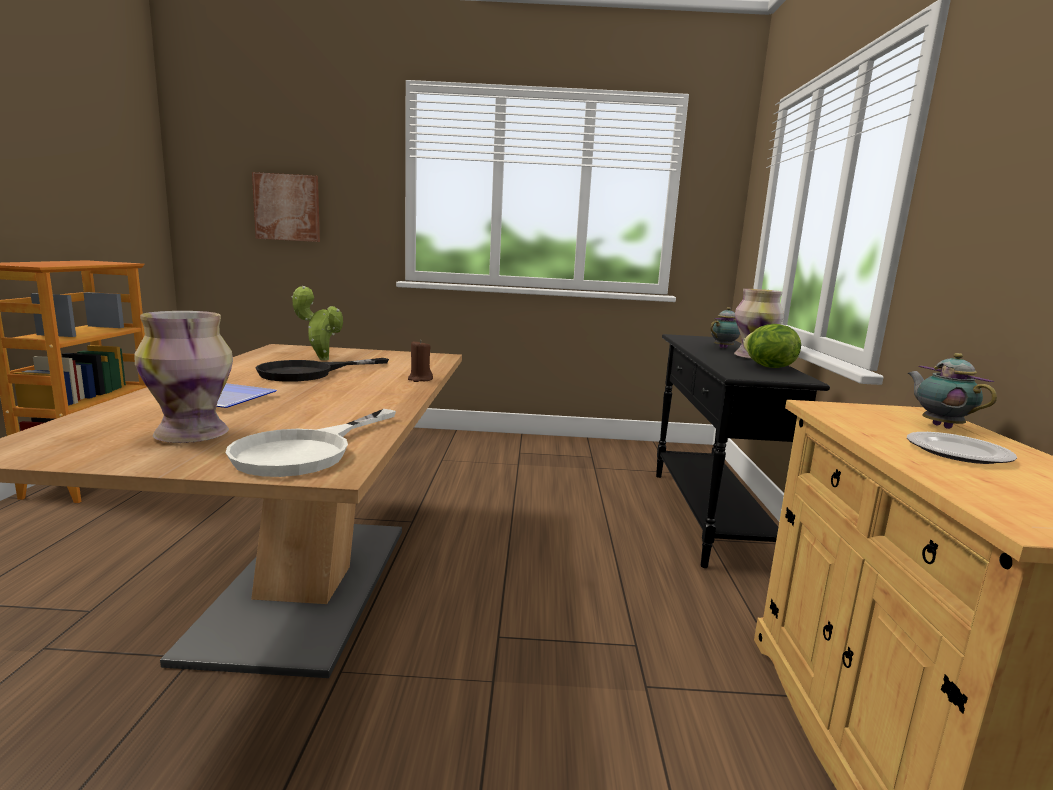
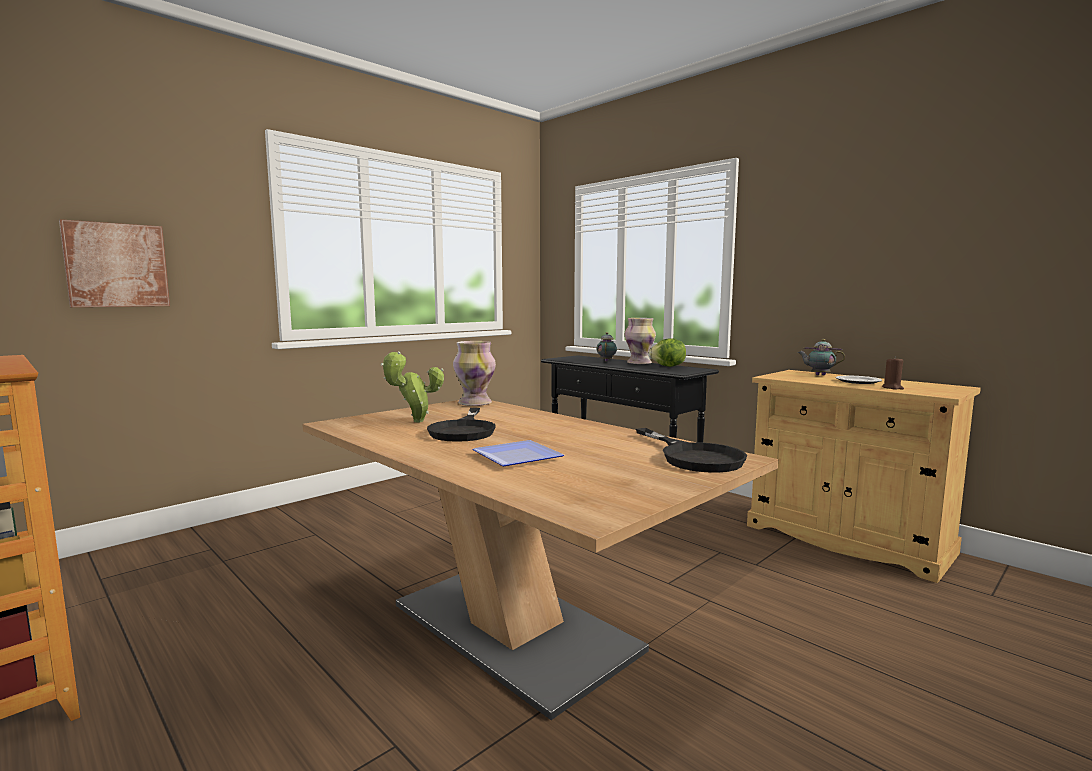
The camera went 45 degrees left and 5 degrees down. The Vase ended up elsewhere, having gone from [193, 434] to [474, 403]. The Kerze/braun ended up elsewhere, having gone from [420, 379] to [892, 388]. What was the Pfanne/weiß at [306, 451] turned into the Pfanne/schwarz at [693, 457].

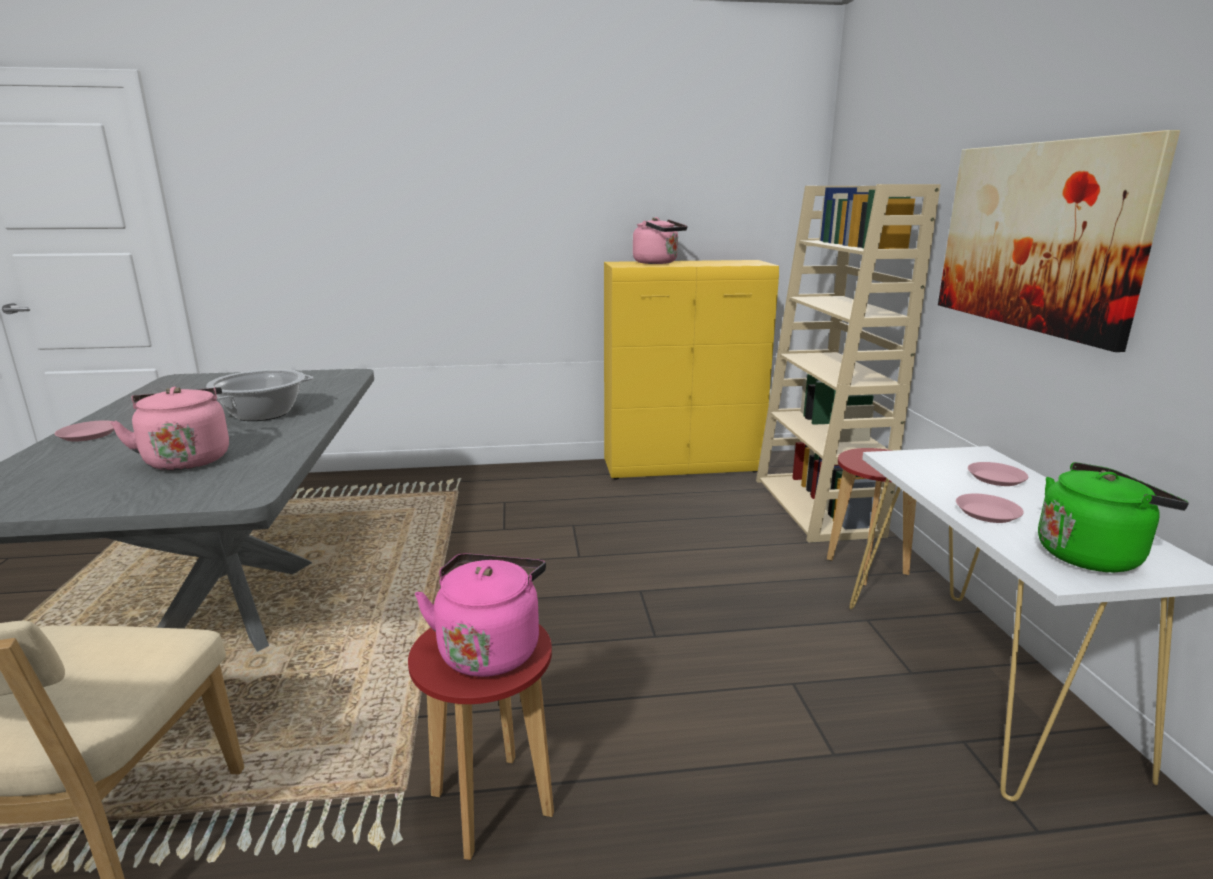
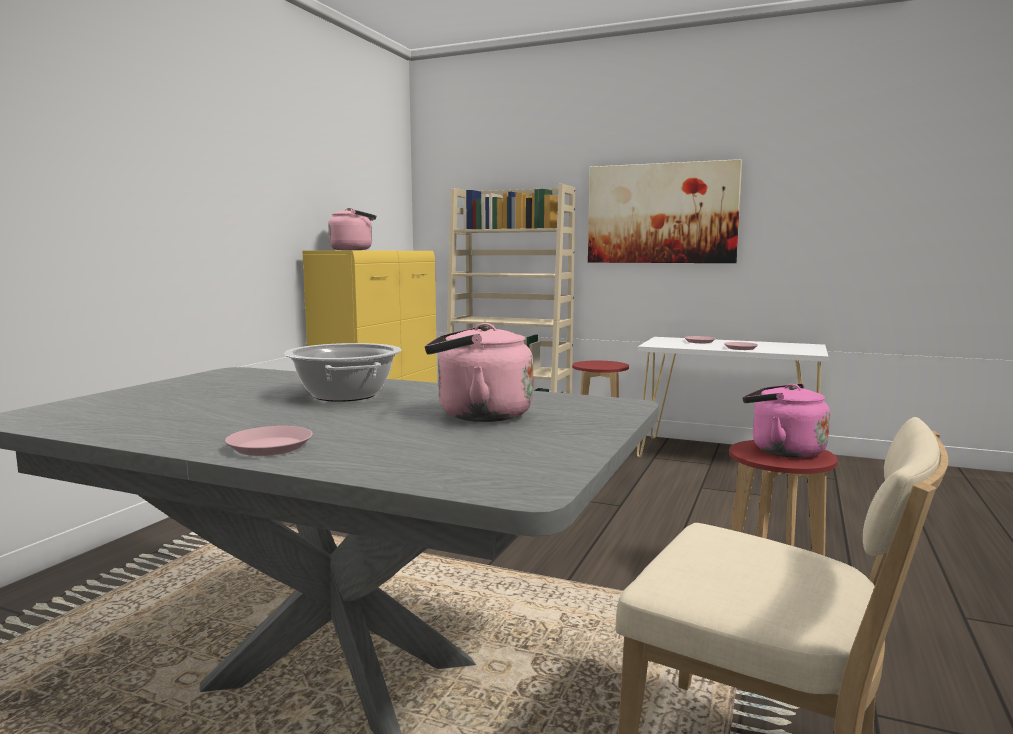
The camera went 60 degrees left and 10 degrees down. The second view lost the Wasserkessel/grün at [1092, 554].

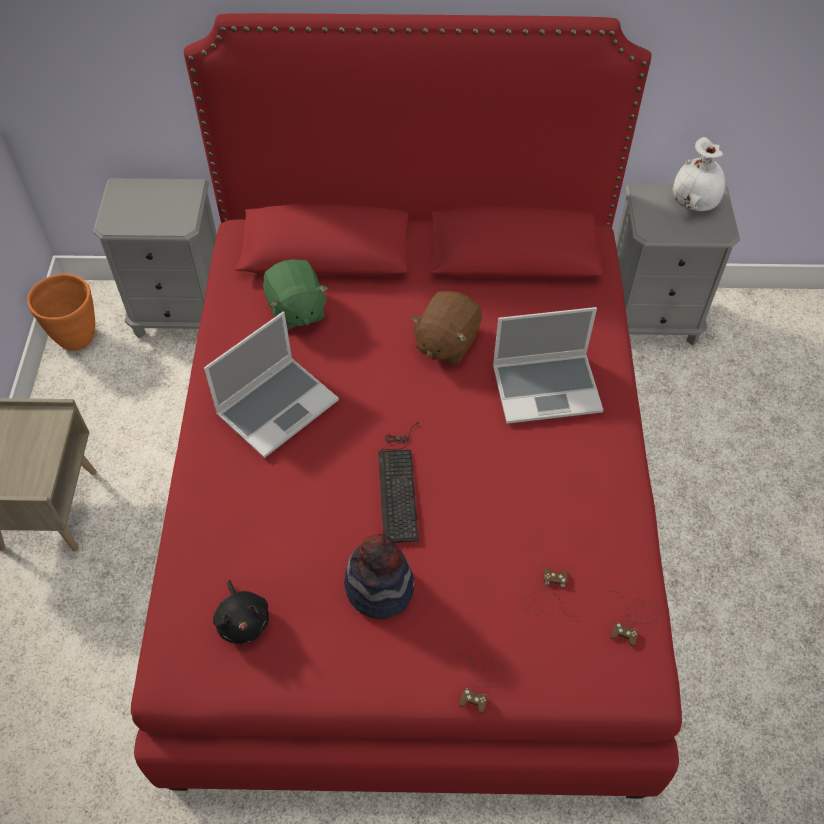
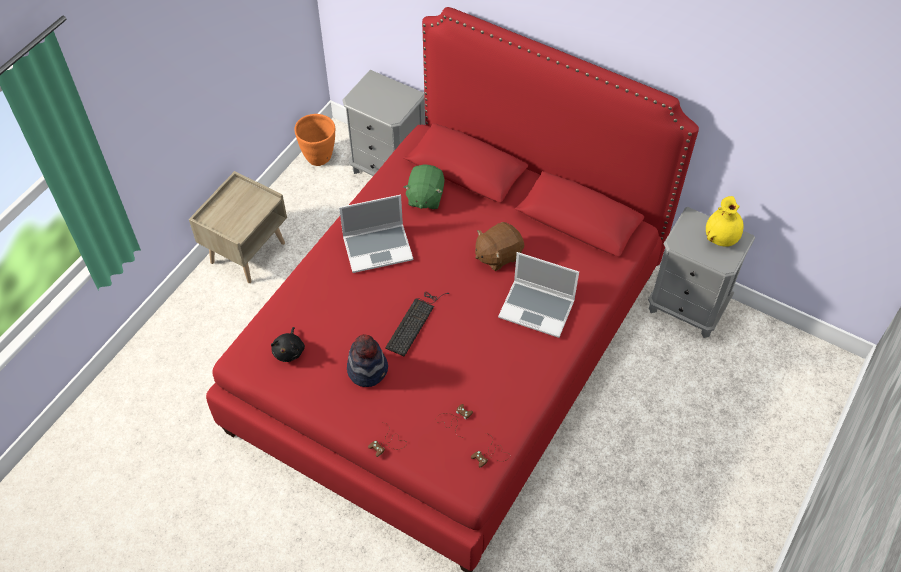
The camera went 30 degrees right and 0 degrees up. What was the Vase/weiß at [694, 203] turned into the Vase/gelb at [721, 238].

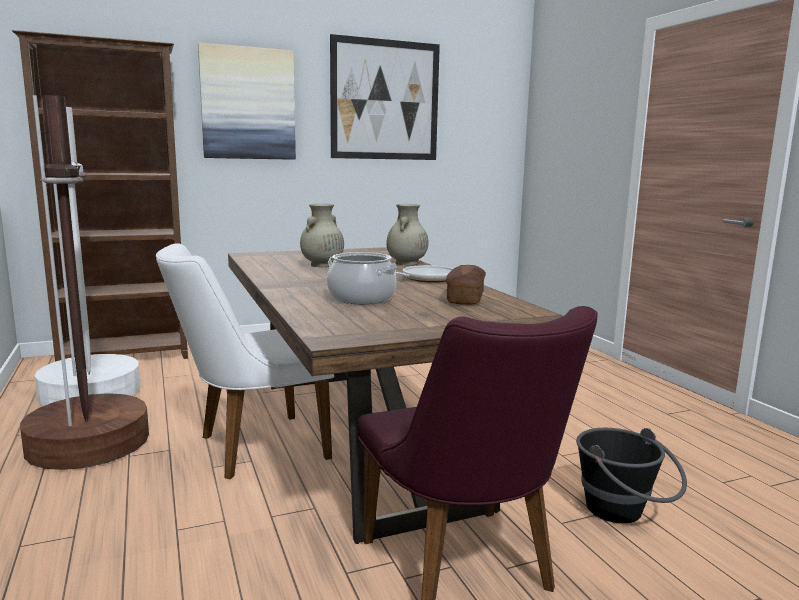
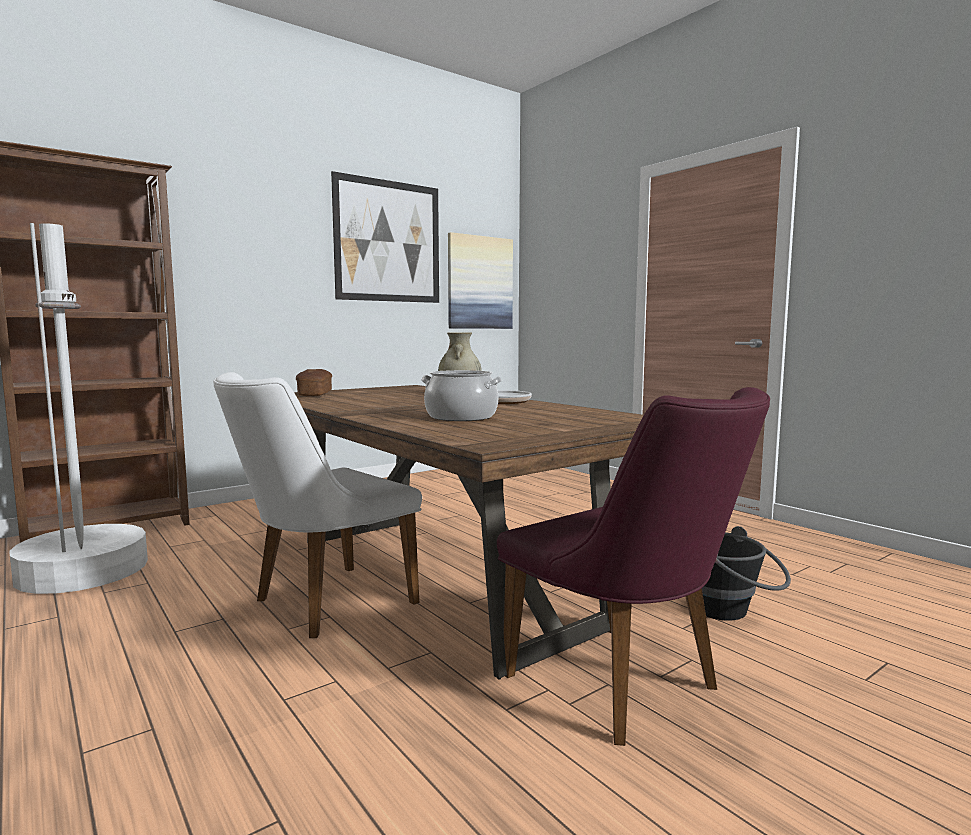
The camera went 15 degrees left and 5 degrees down. The Bild ended up elsewhere, having gone from [248, 104] to [479, 283]. The second view lost the Stehlampe/braun at [88, 443]. The second view lost the Vase/beige at [322, 265]. The Brot ended up elsewhere, having gone from [465, 298] to [315, 394].

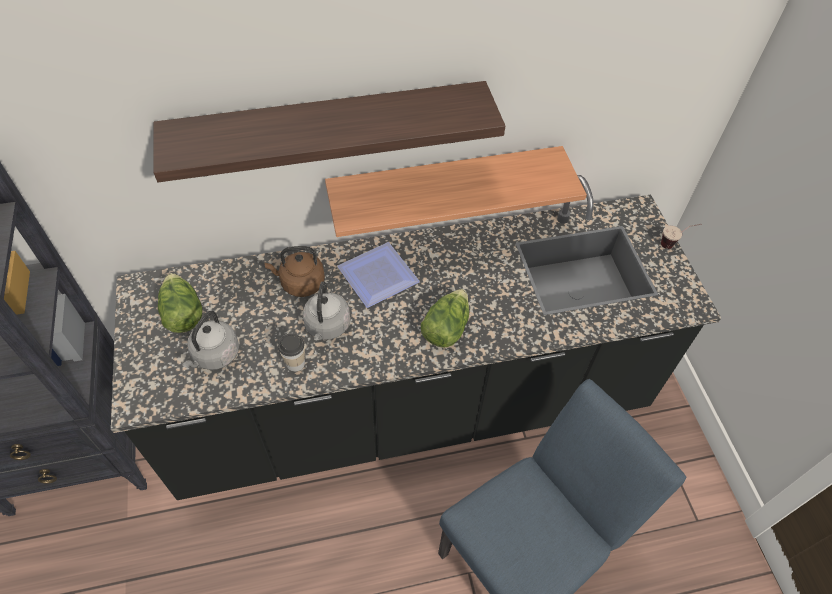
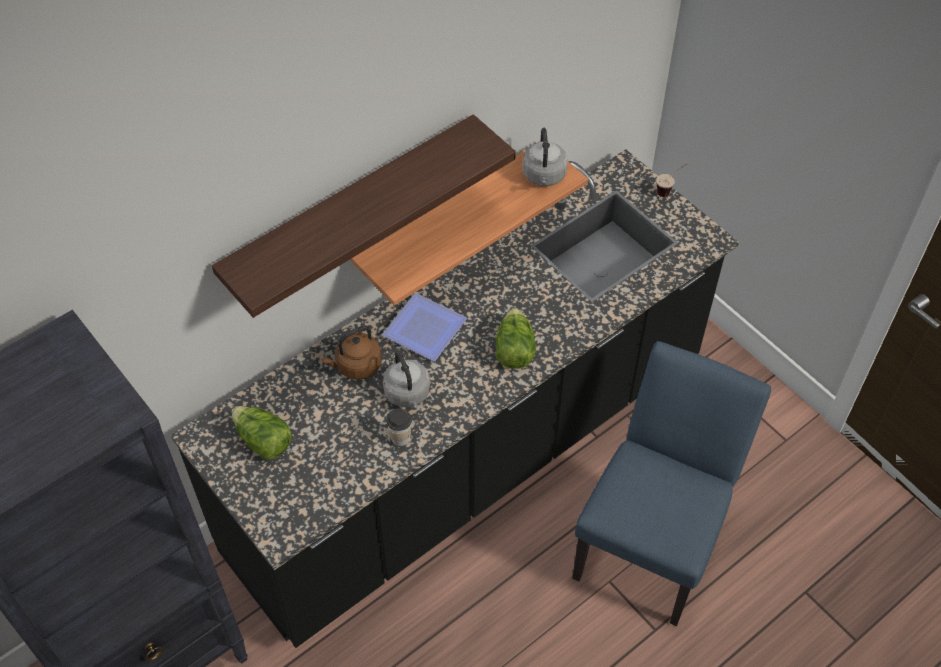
The camera went 25 degrees left and 0 degrees up. The Wasserkessel/grau ended up elsewhere, having gone from [214, 355] to [544, 176].

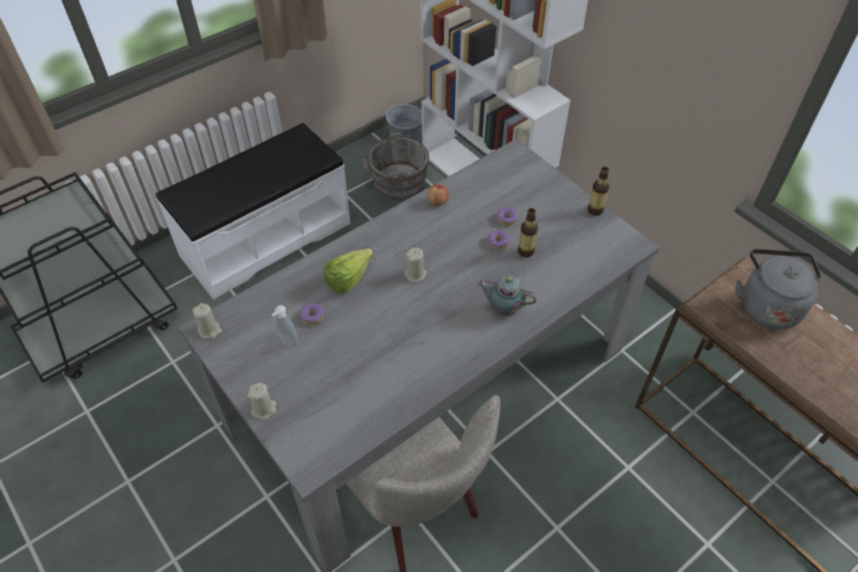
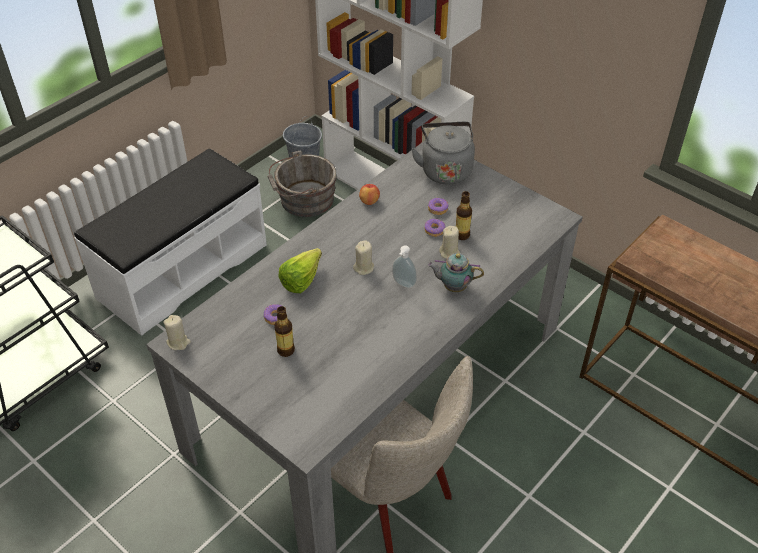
The camera went 10 degrees left and 5 degrees down. The Flasche ended up elsewhere, having gone from [595, 210] to [286, 350]. The Wasserkessel/grau ended up elsewhere, having gone from [767, 305] to [445, 170]. The Seifenspender ended up elsewhere, having gone from [287, 342] to [403, 284]. The Kerze/beige ended up elsewhere, having gone from [264, 409] to [449, 252].

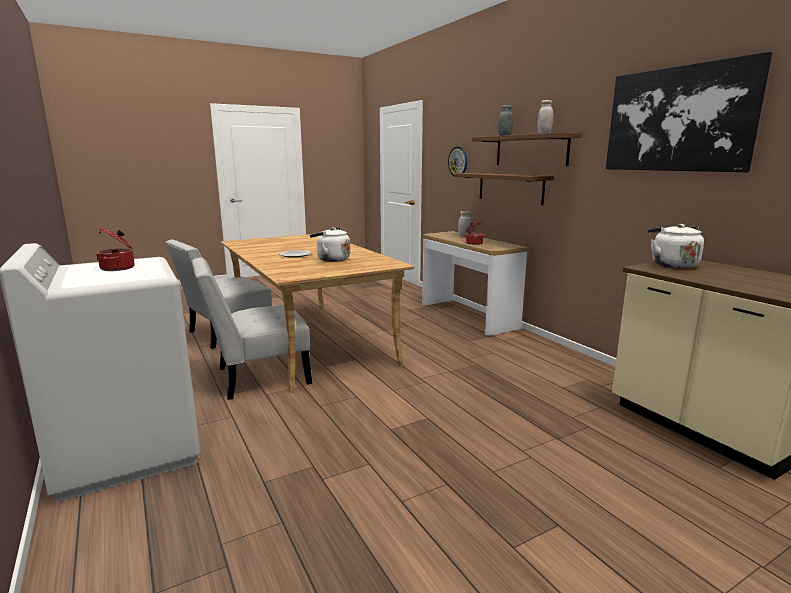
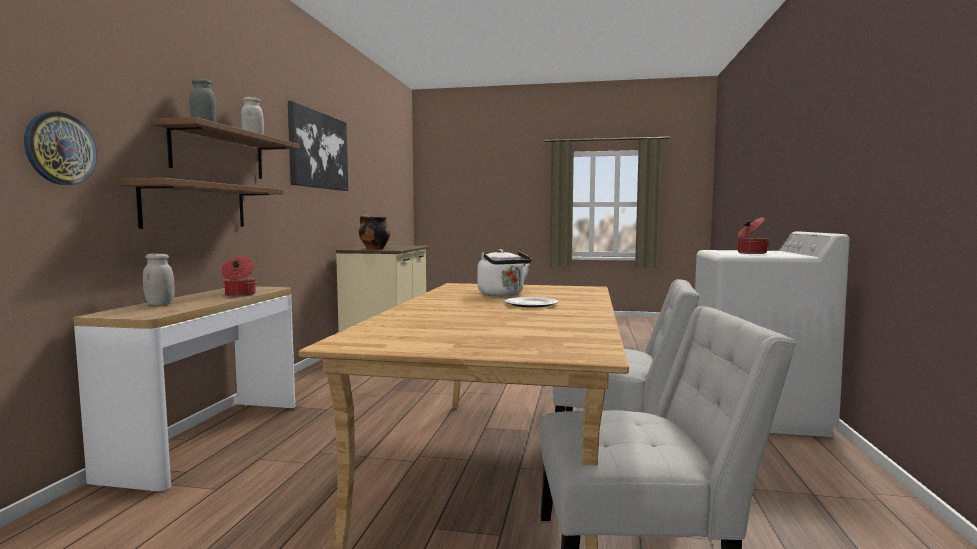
The camera went 140 degrees left and 10 degrees down. Where the Wasserkessel/weiß stood at [671, 265], the Kochtopf came to stand at [374, 249].

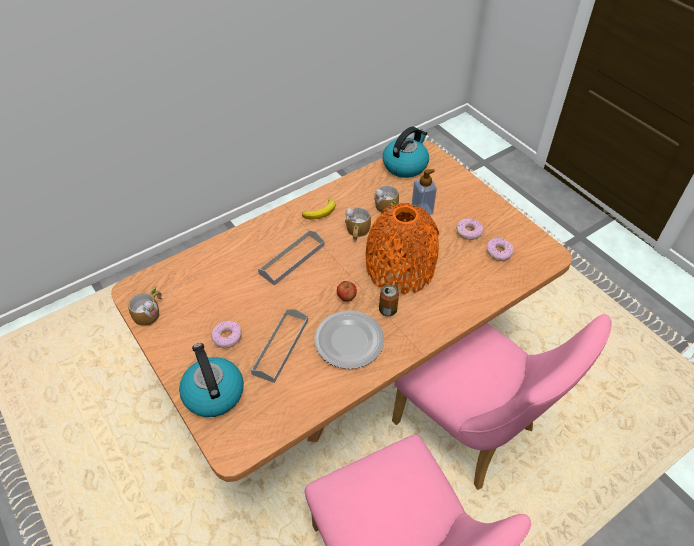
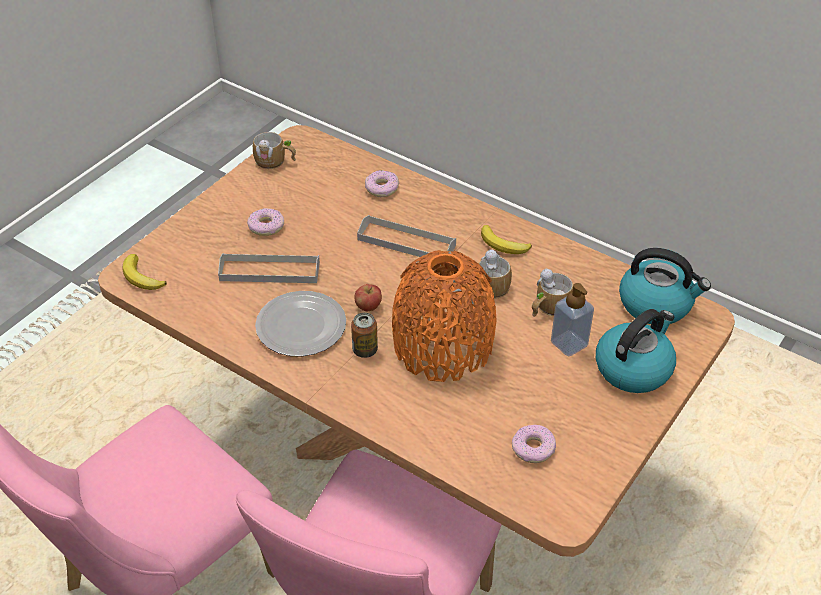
The camera went 70 degrees right and 5 degrees down. The Donut ended up elsewhere, having gone from [468, 232] to [381, 188]. The Wasserkessel ended up elsewhere, having gone from [213, 392] to [633, 368]. The second view gained the Banane at [141, 277].

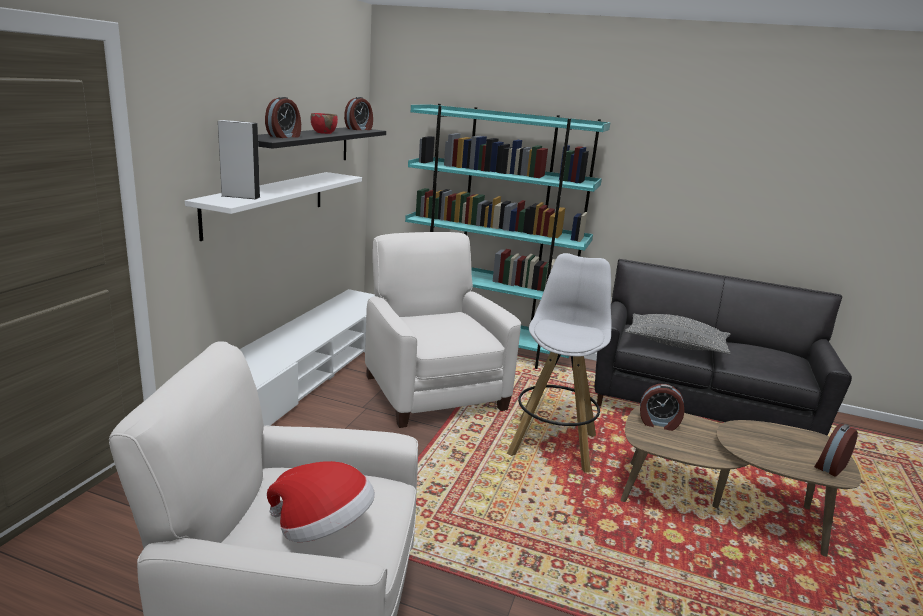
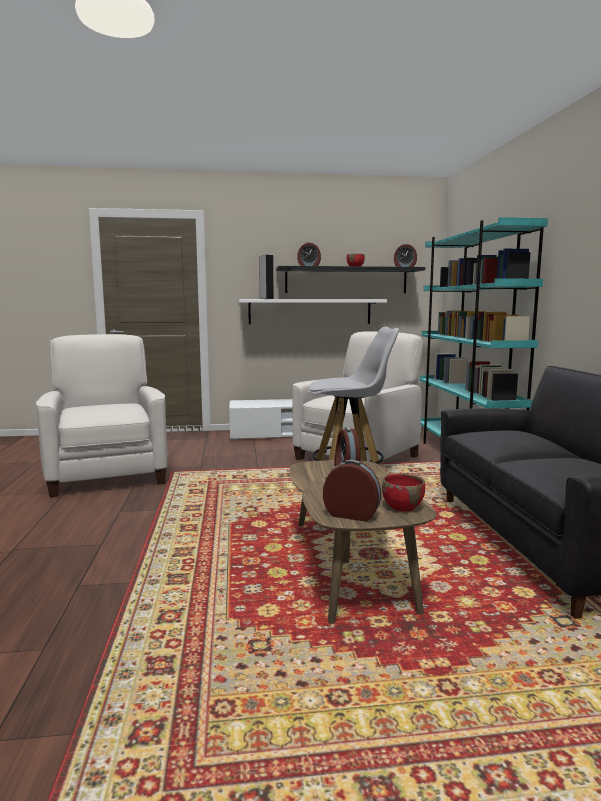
The camera went 65 degrees right and 10 degrees down. The second view lost the Kissen/grau at [675, 344]. The second view lost the Hut at [323, 528]. The second view gained the Schüssel/rot at [402, 507].

